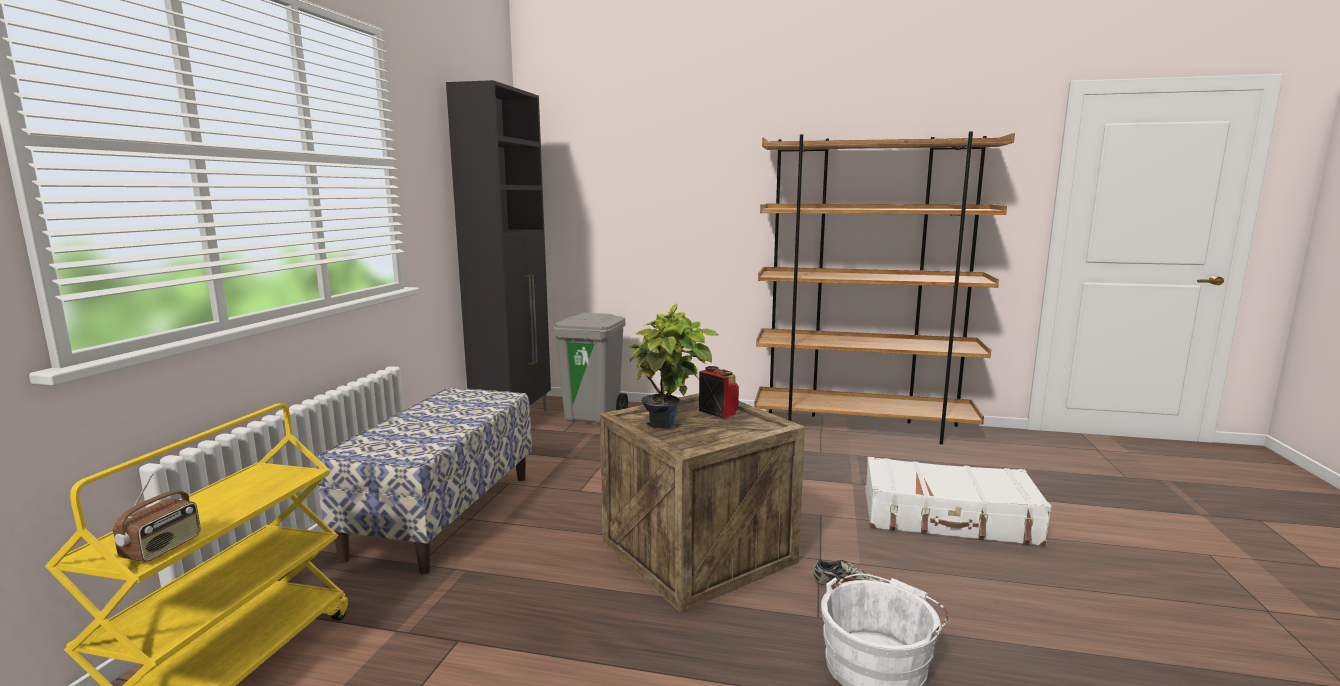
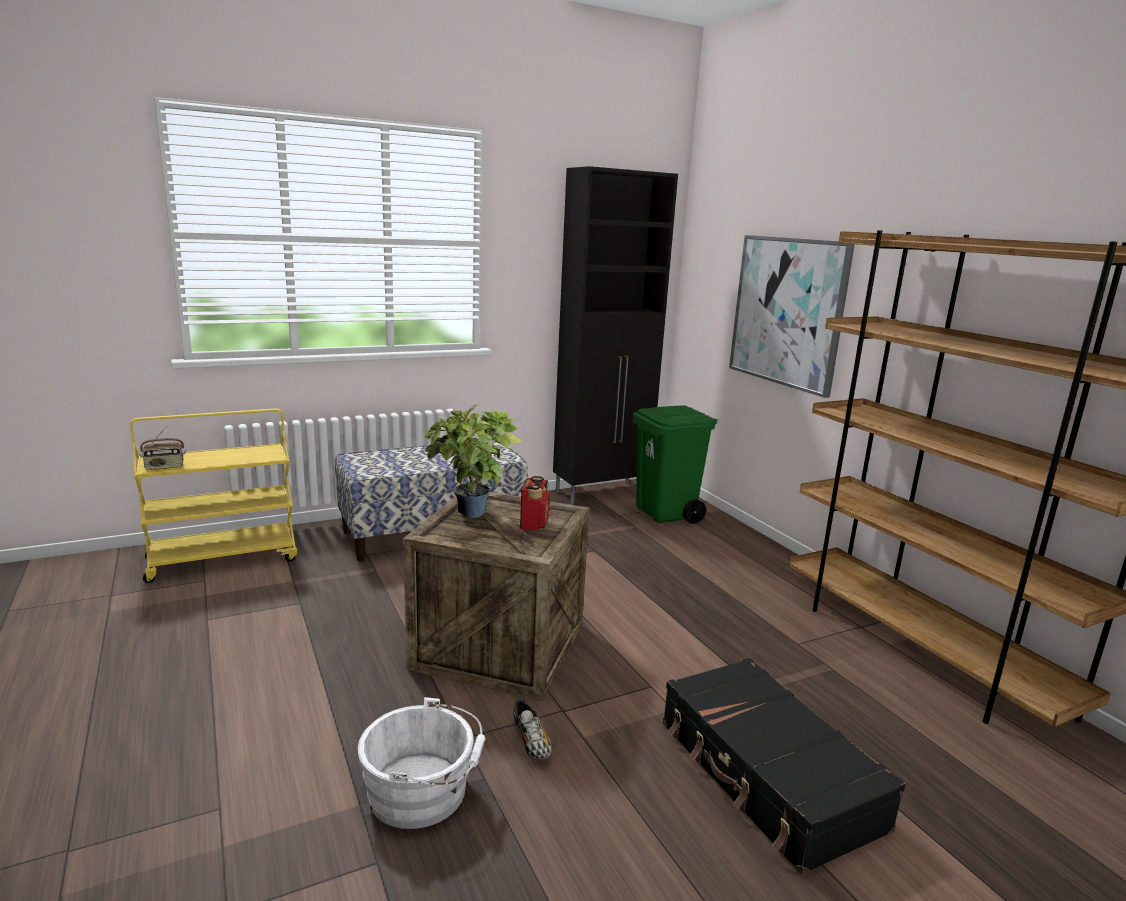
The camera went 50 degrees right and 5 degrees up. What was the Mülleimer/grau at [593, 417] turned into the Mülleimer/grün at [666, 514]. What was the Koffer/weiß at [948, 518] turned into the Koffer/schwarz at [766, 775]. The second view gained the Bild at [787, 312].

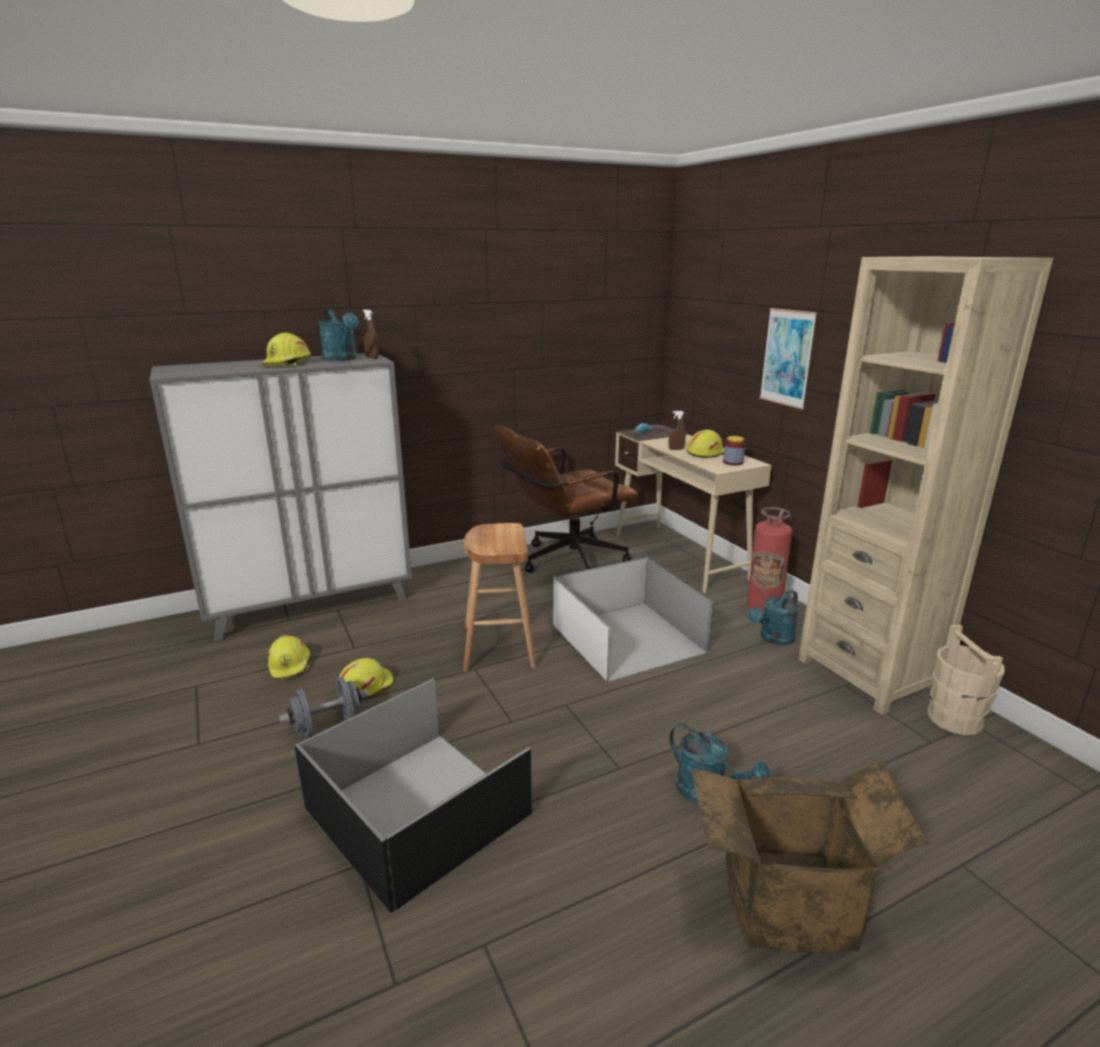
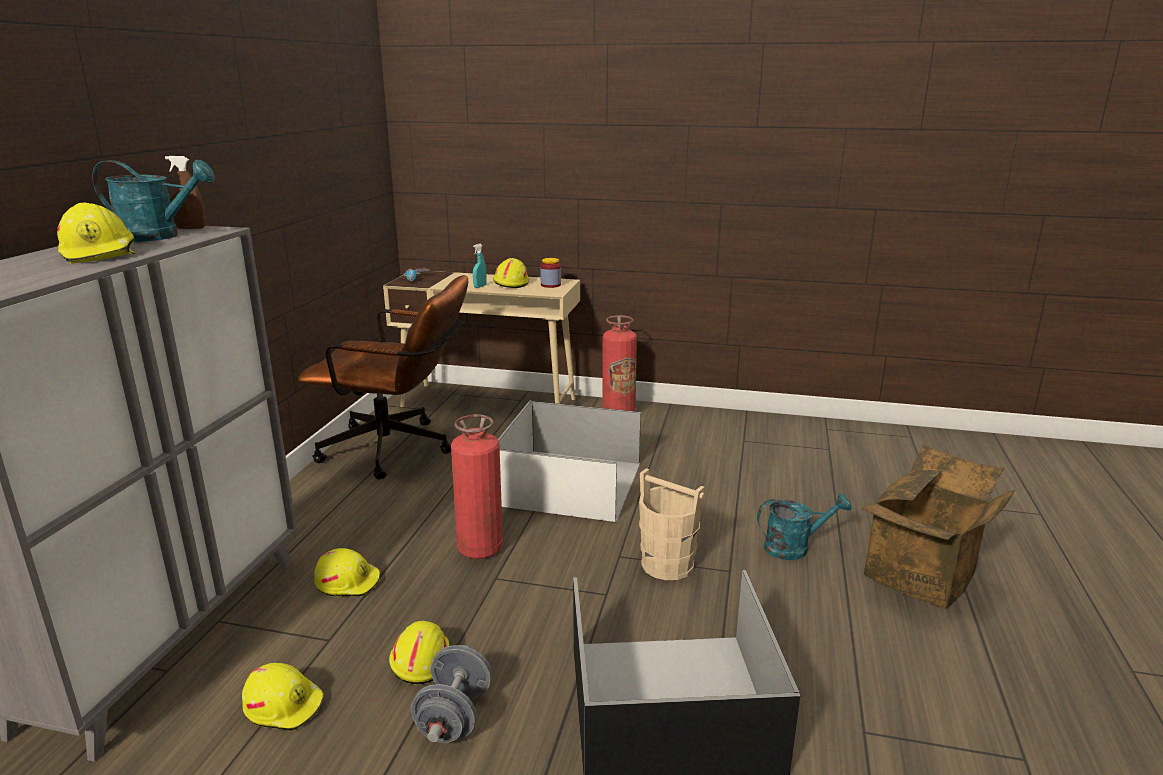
The camera went 50 degrees left and 0 degrees up. The second view lost the Bücherregal/beige at [868, 674]. The second view lost the Bild at [787, 358]. What was the Sprühflasche/braun at [676, 449] turned into the Sprühflasche/türkis at [480, 286]. The Bürostuhl/braun at [564, 562] ended up facing another way, 90 degrees counterclockwise from before. Where the Hocker/braun stood at [498, 646], the Feuerlöscher came to stand at [480, 549]. The second view lost the Gießkanne/türkis at [773, 639]. The Eimer/beige ended up elsewhere, having gone from [954, 718] to [667, 564]. The second view gained the Schutzhelm/gelb at [348, 582].

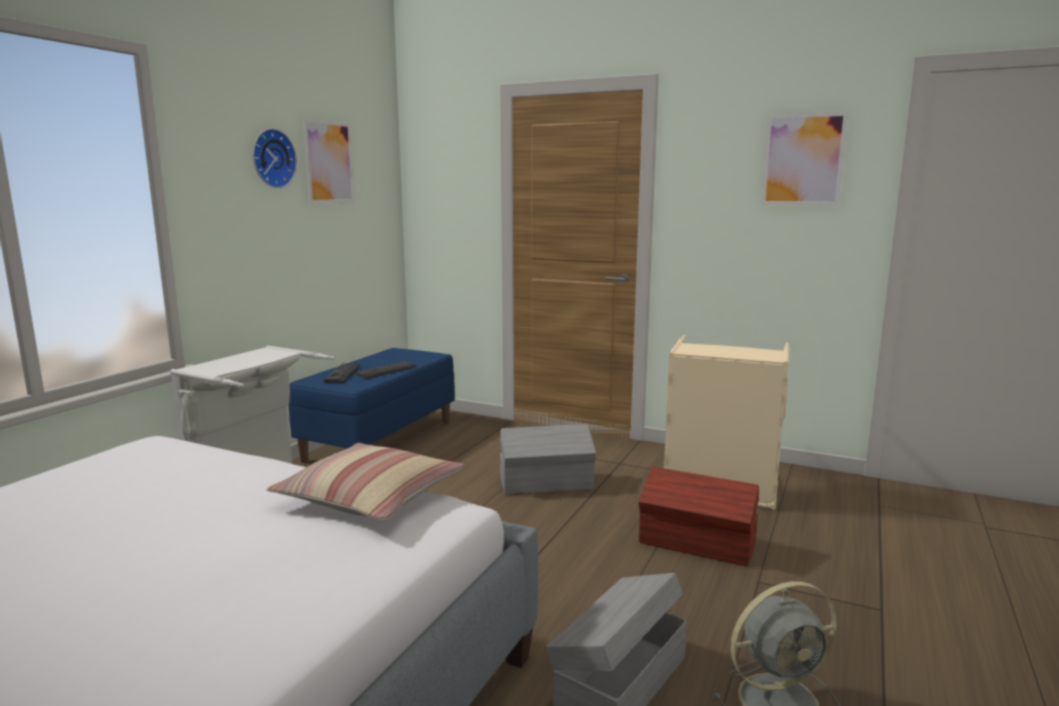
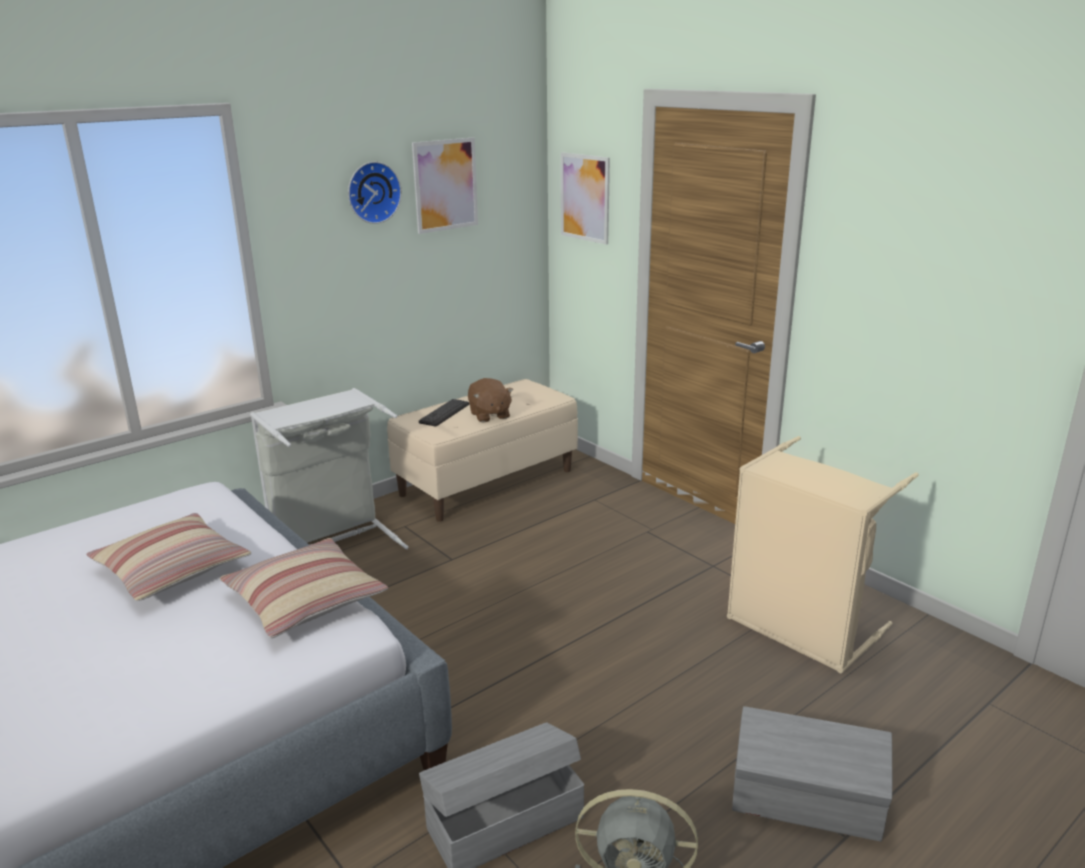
The camera went 25 degrees right and 10 degrees up. The Bild ended up elsewhere, having gone from [803, 160] to [585, 197]. What was the Bank/blau at [380, 440] turned into the Bank/beige at [487, 482]. Where the Tastatur stood at [386, 371], the Plüschtier/braun came to stand at [489, 415]. The Aufbewahrungsbox/grau ended up elsewhere, having gone from [547, 484] to [807, 803]. The second view lost the Aufbewahrungsbox/braun at [697, 544]. The second view gained the Kissen at [172, 569].

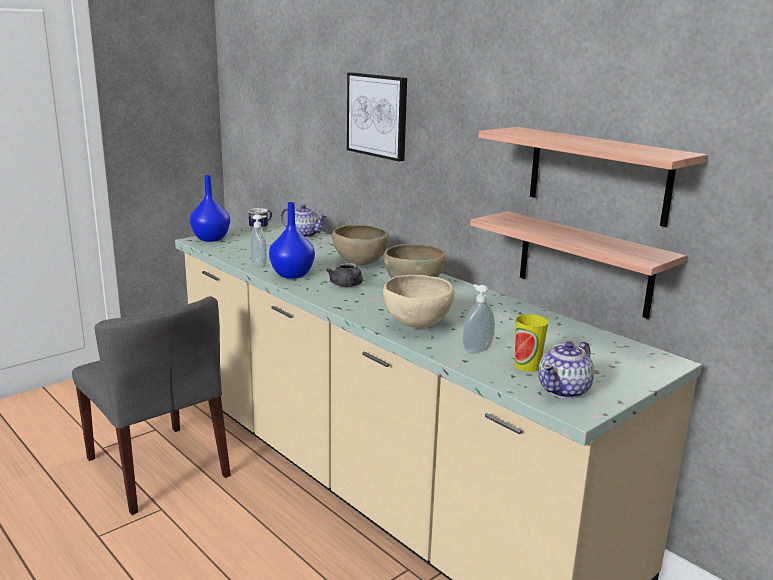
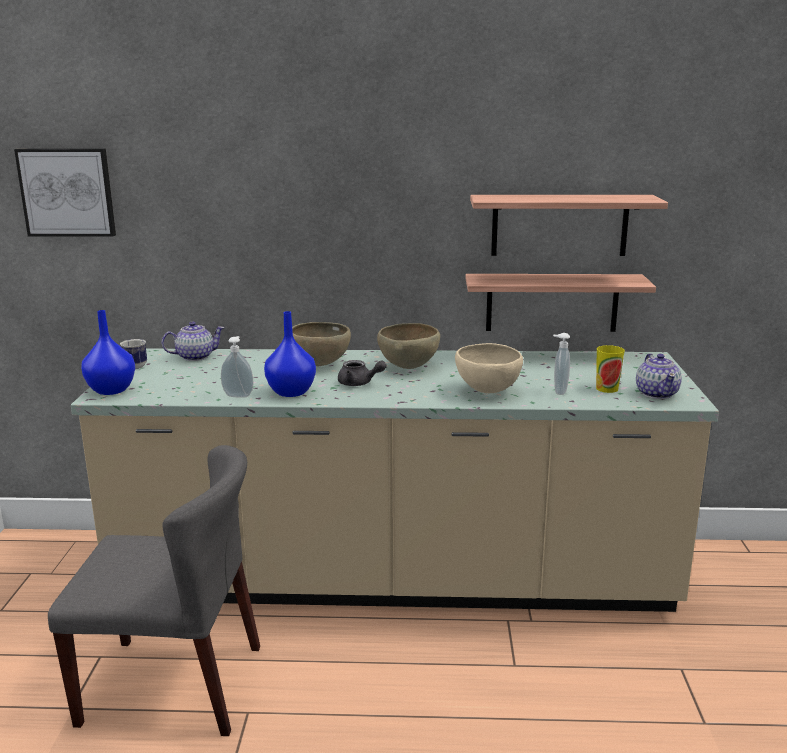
The camera went 45 degrees left and 0 degrees up. The Bild ended up elsewhere, having gone from [378, 115] to [67, 192].

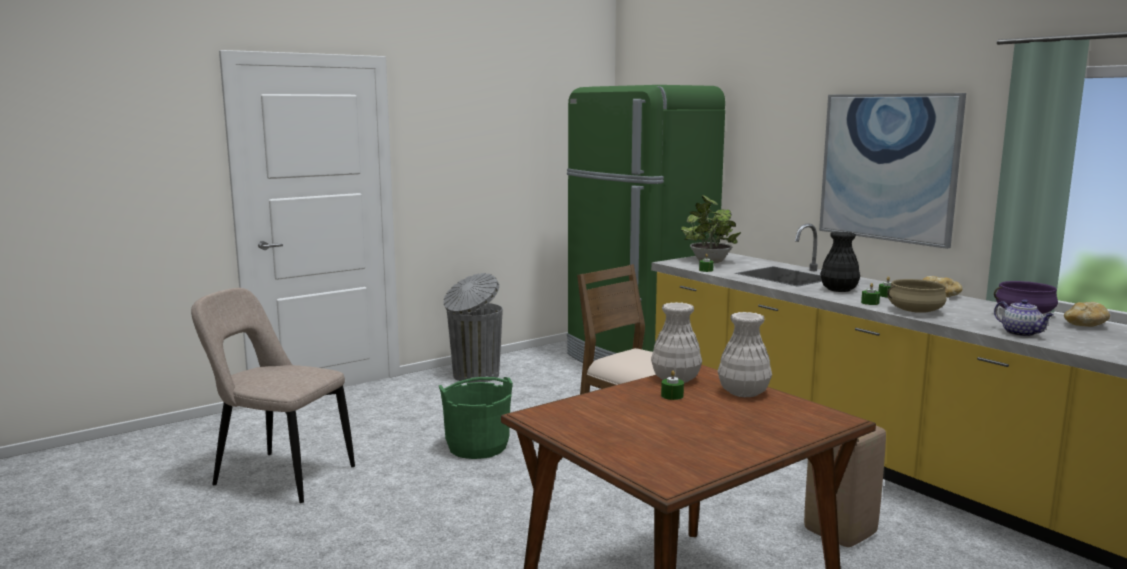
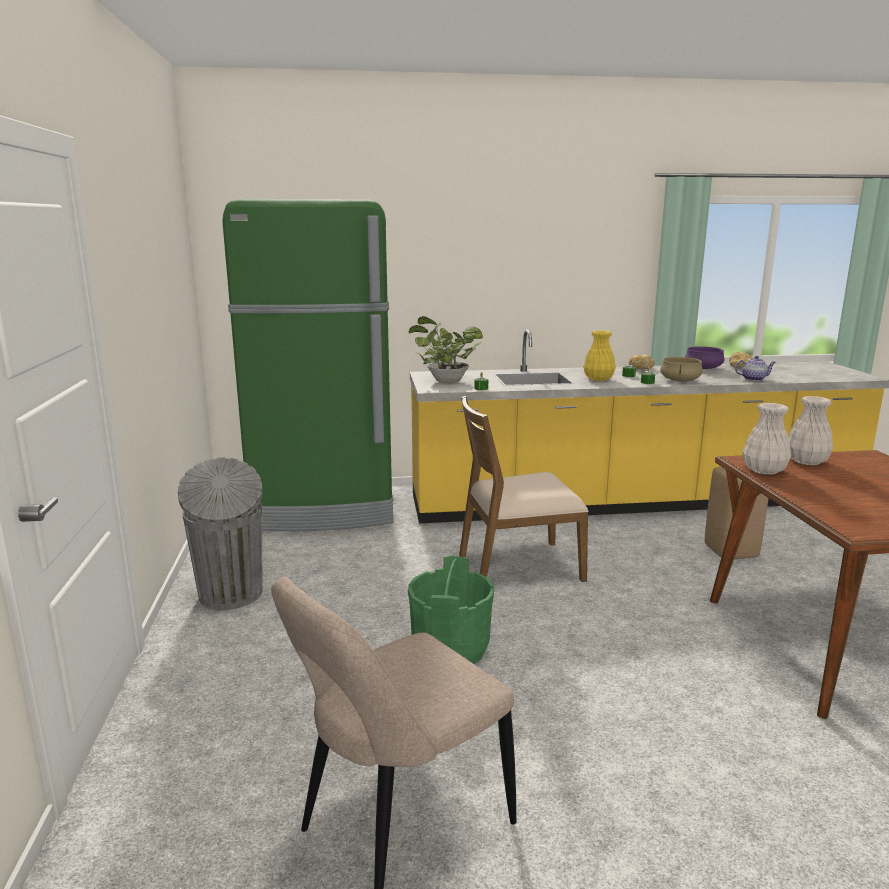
The camera went 60 degrees left and 5 degrees up. The second view lost the Bild at [888, 167]. What was the Vase/schwarz at [838, 290] turned into the Vase/gelb at [598, 379]. The second view lost the Kerze/grün at [672, 396].

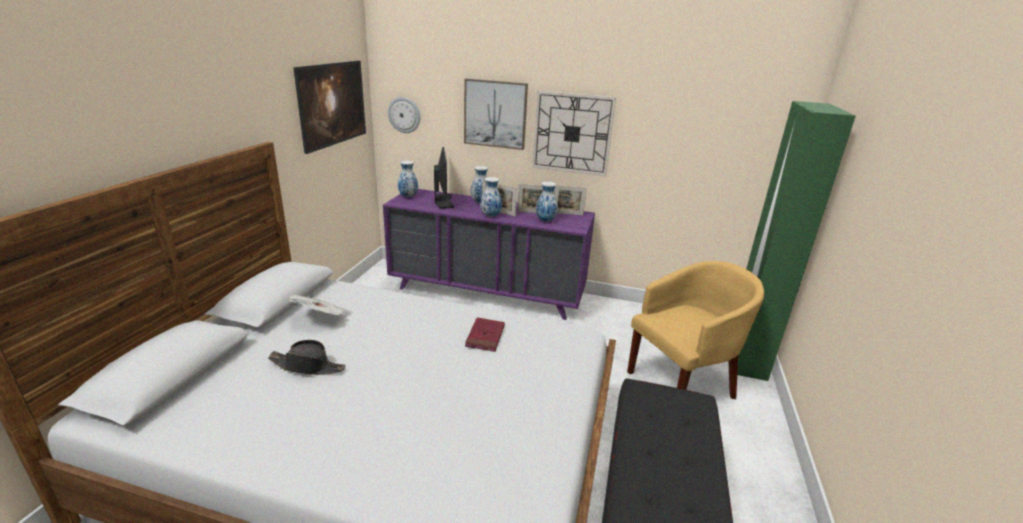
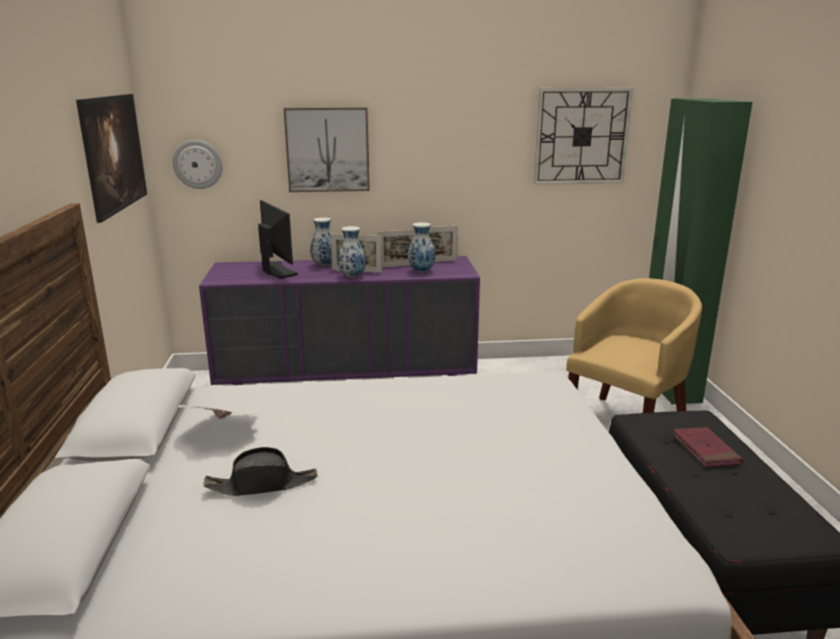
The camera went 20 degrees left and 5 degrees down. The Wanduhr ended up elsewhere, having gone from [572, 133] to [581, 136]. The second view lost the Vase at [408, 196]. The Buch/rot ended up elsewhere, having gone from [485, 336] to [705, 450].

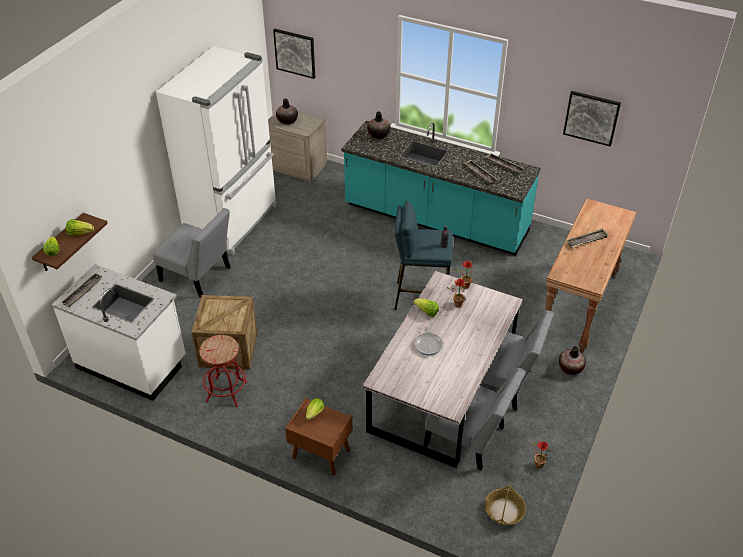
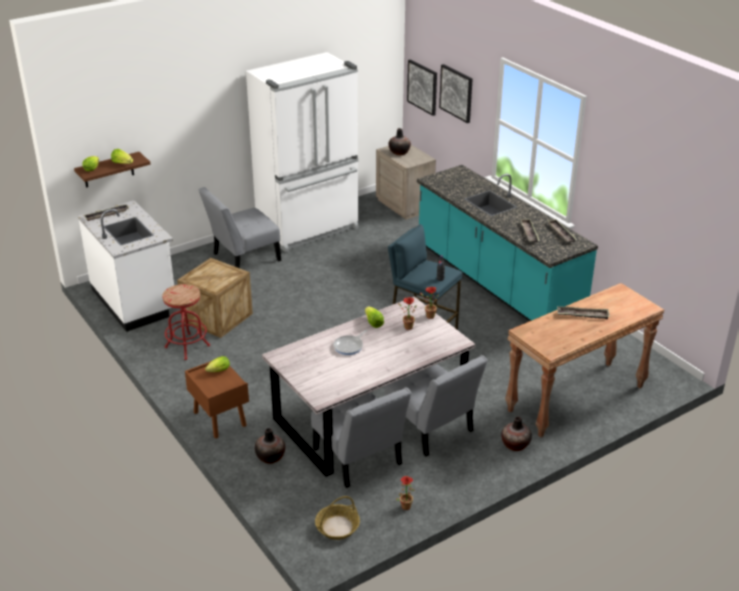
The camera went 30 degrees right and 10 degrees down. The Bild ended up elsewhere, having gone from [591, 118] to [456, 93]. The Vase ended up elsewhere, having gone from [378, 135] to [270, 457]. The Stuhl/grau at [198, 276] ended up facing another way, 90 degrees clockwise from before.

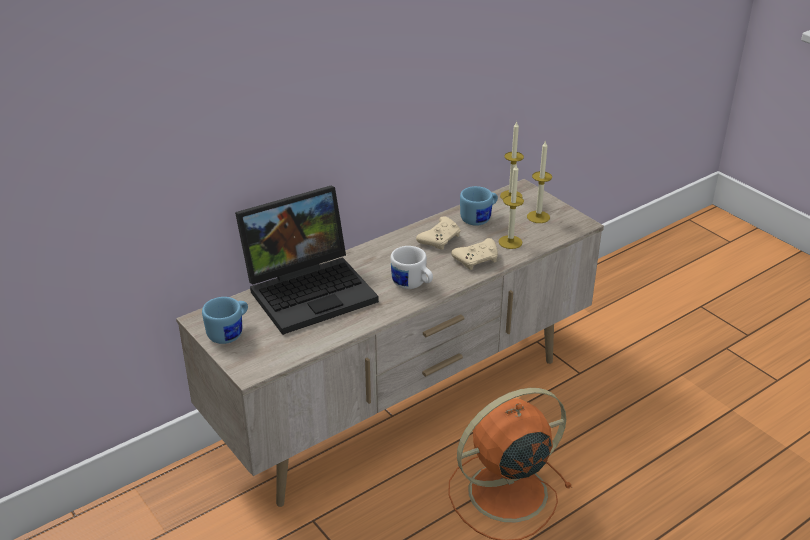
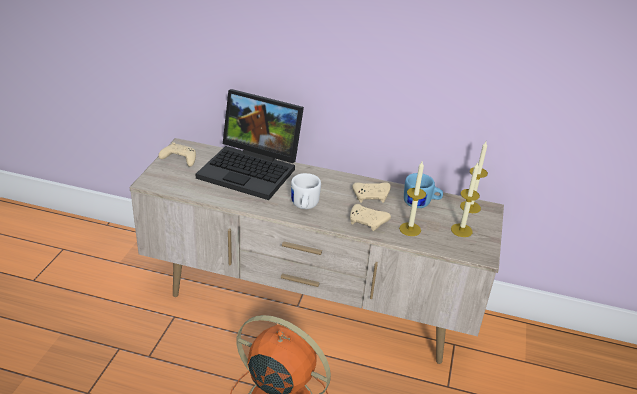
The camera went 50 degrees right and 0 degrees up. Where the Henkelbecher/blau stood at [230, 332], the Gamepad/beige came to stand at [179, 160].

